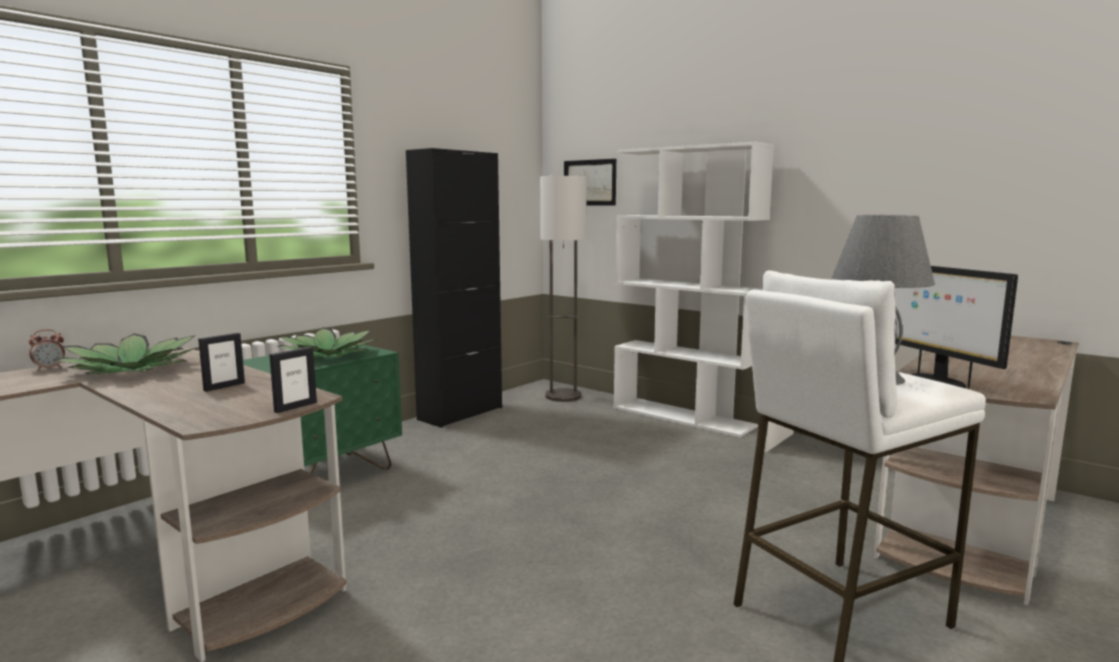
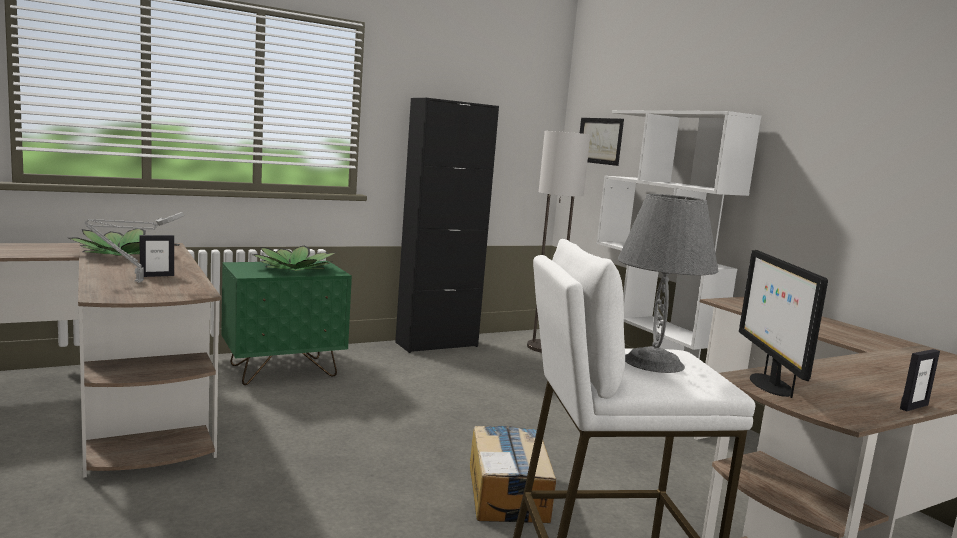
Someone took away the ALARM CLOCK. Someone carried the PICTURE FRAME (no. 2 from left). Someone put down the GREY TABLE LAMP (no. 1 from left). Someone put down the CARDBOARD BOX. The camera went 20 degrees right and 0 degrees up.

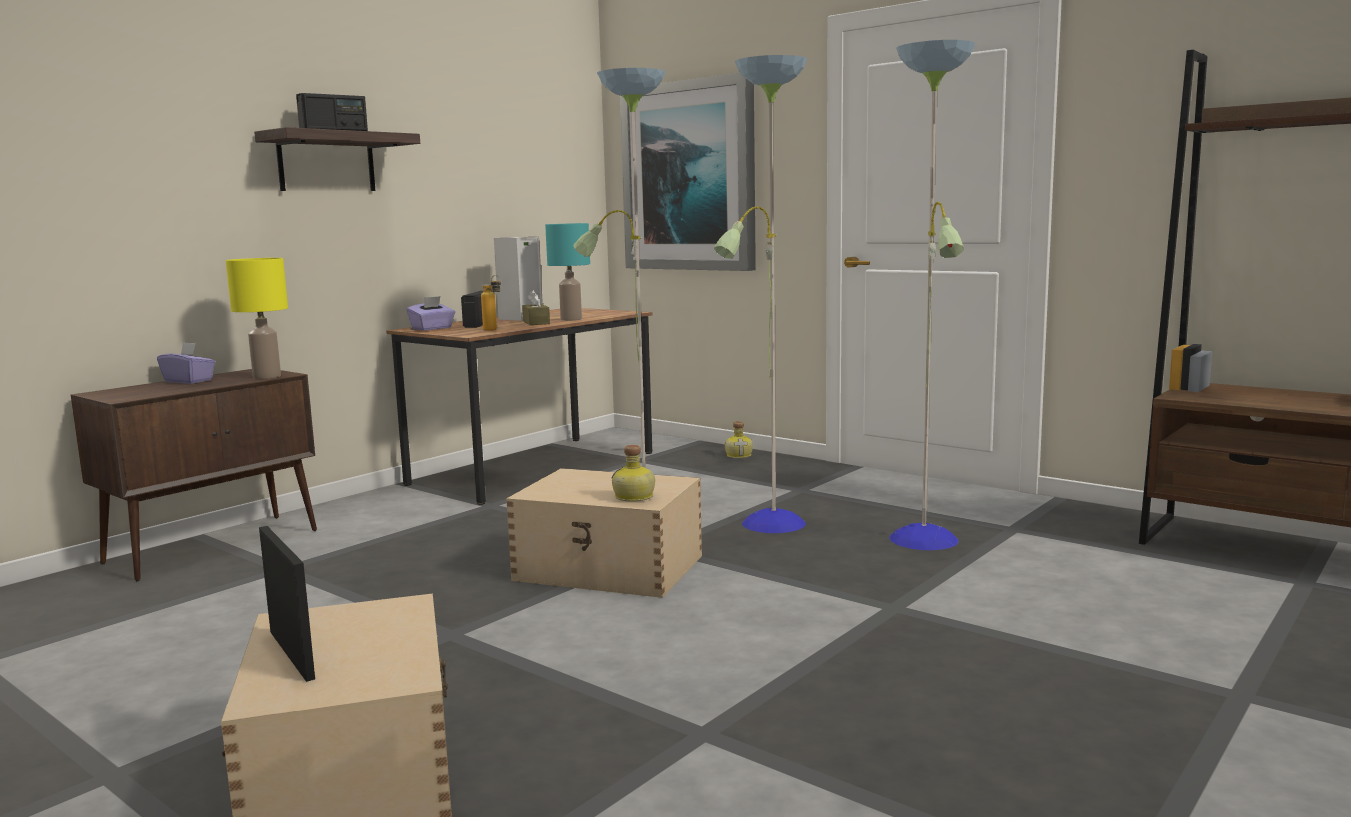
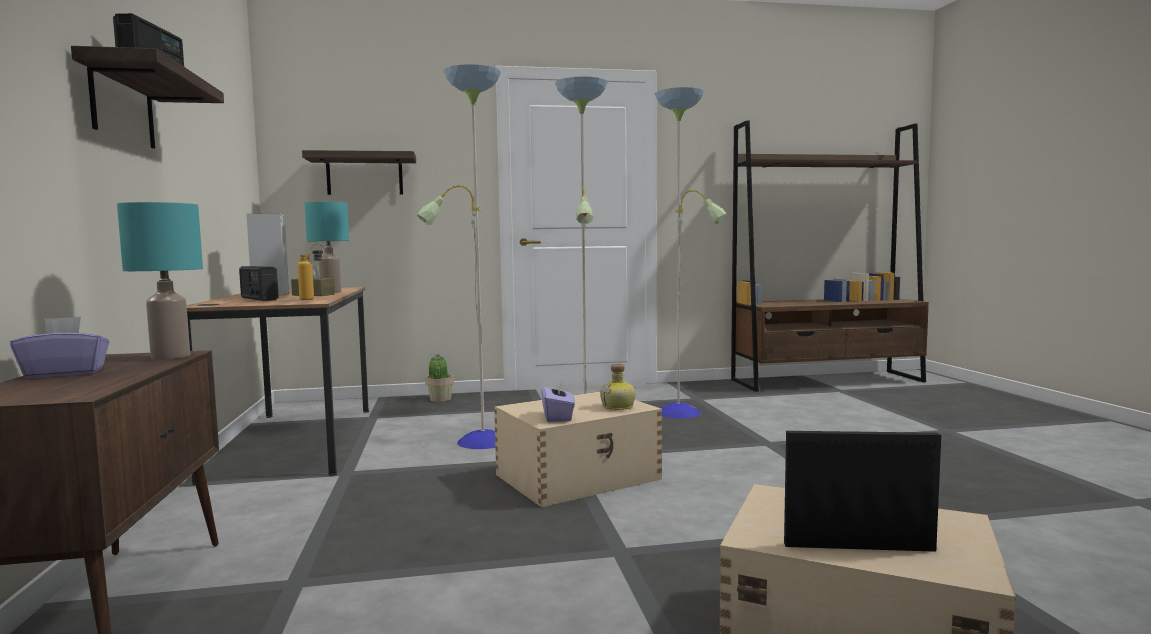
Someone repainted the YELLOW TABLE LAMP, which became the TURQUOISE TABLE LAMP (no. 1 from left). Someone carried the PURPLE TISSUE BOX (no. 2 from left). Someone swapped the PICTURE for the SHELF (no. 2 from left). Someone swapped the BOTTLE (no. 3 from left) for the POTTED PLANT. The camera went 50 degrees left and 5 degrees down.

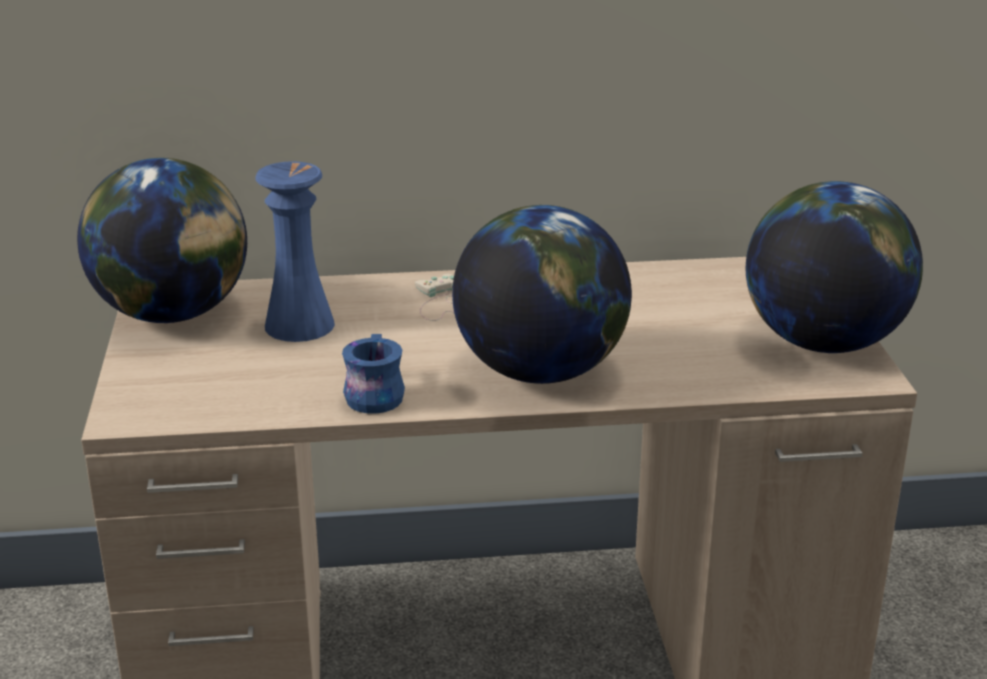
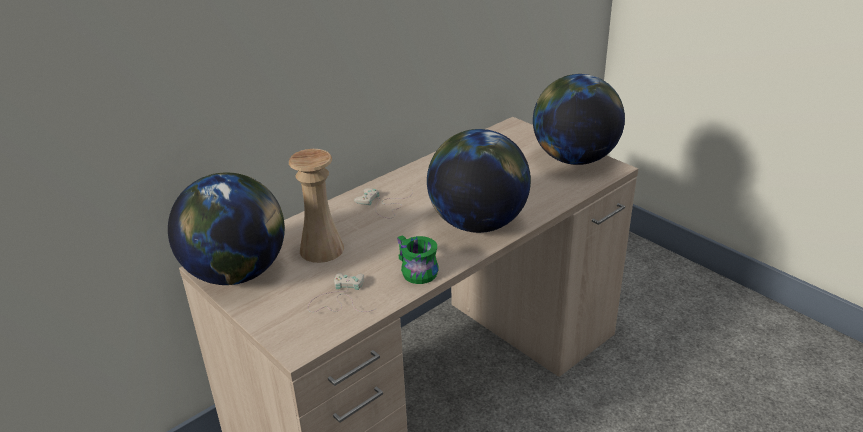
Someone repainted the BLUE VASE, which became the BEIGE VASE. Someone repainted the BLUE MUG, which became the GREEN MUG. Someone put down the WHITE GAME CONTROLLER (no. 1 from left). The camera went 35 degrees left and 5 degrees up.

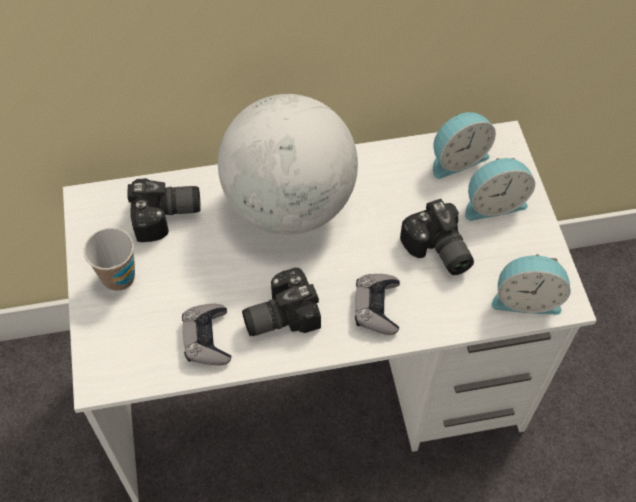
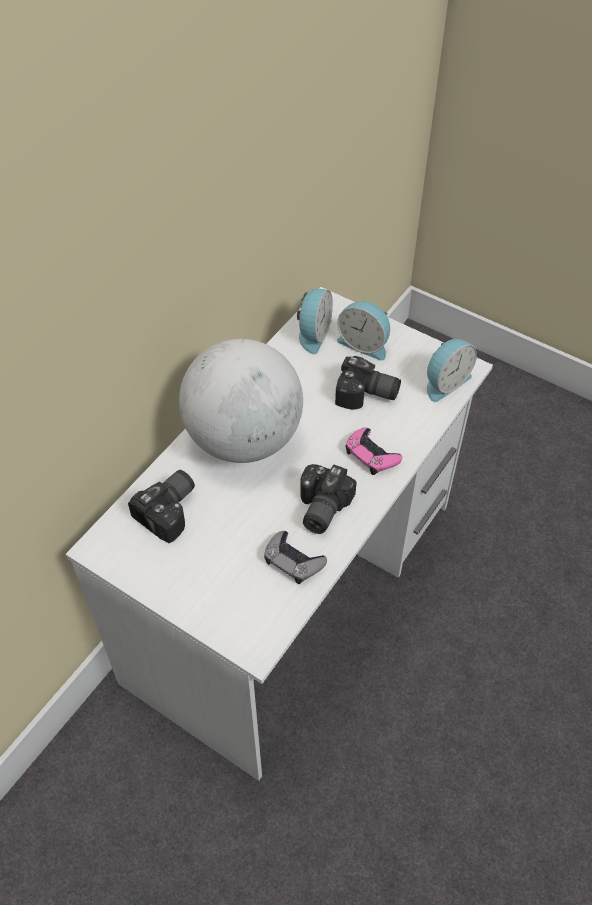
Someone took away the CUP. Someone repainted the GREY GAME CONTROLLER (no. 2 from left), which became the PINK GAME CONTROLLER. Someone rotated the ALARM CLOCK (no. 2 from left) by 90 degrees clockwise. The camera went 45 degrees left and 5 degrees down.

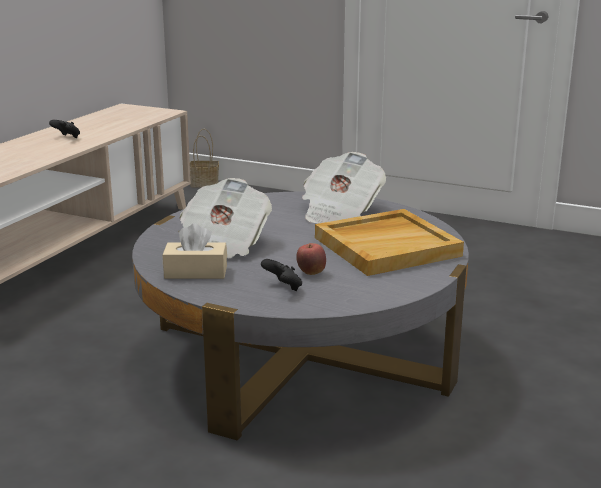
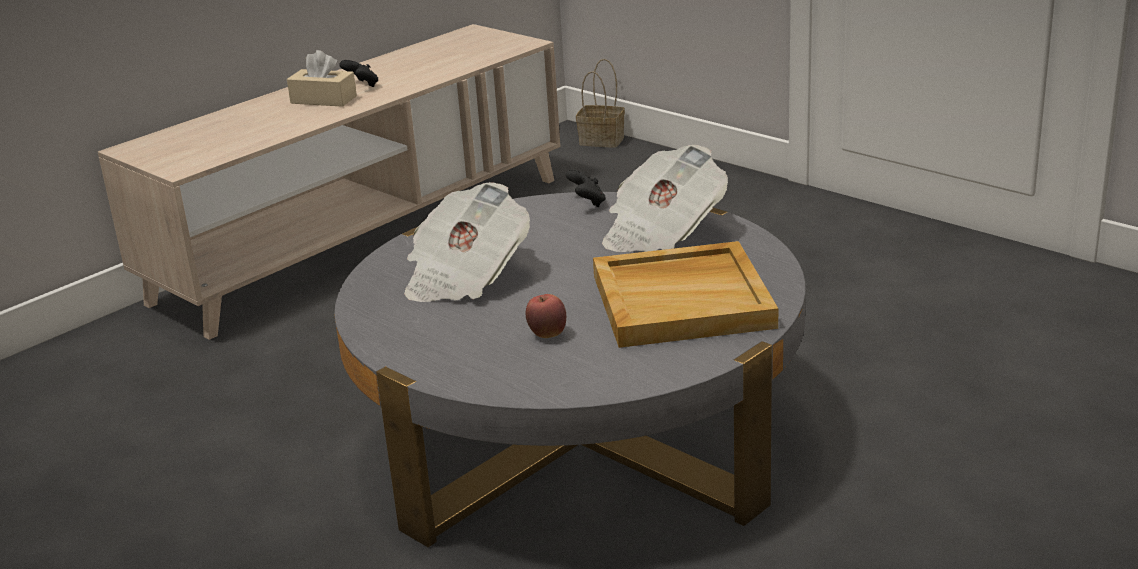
Someone carried the BEIGE TISSUE BOX. Someone carried the BLACK GAME CONTROLLER (no. 2 from left). The camera went 20 degrees right and 5 degrees up.

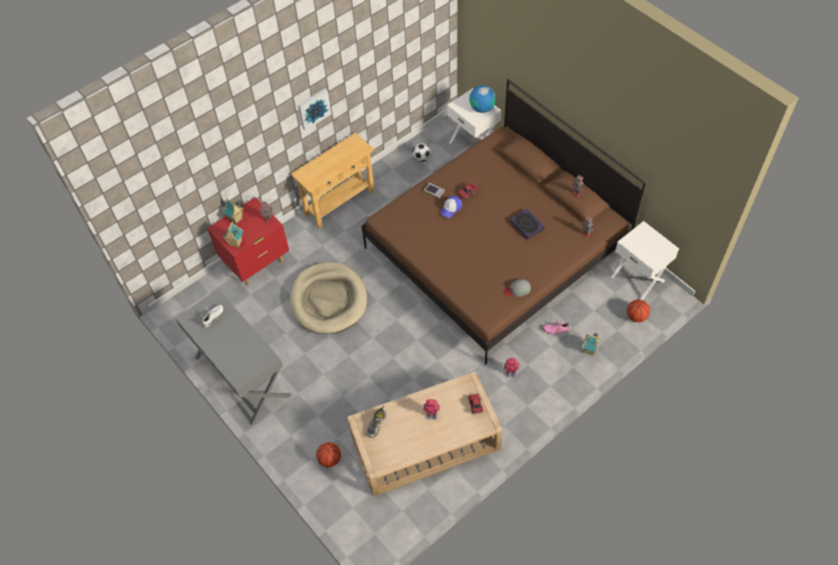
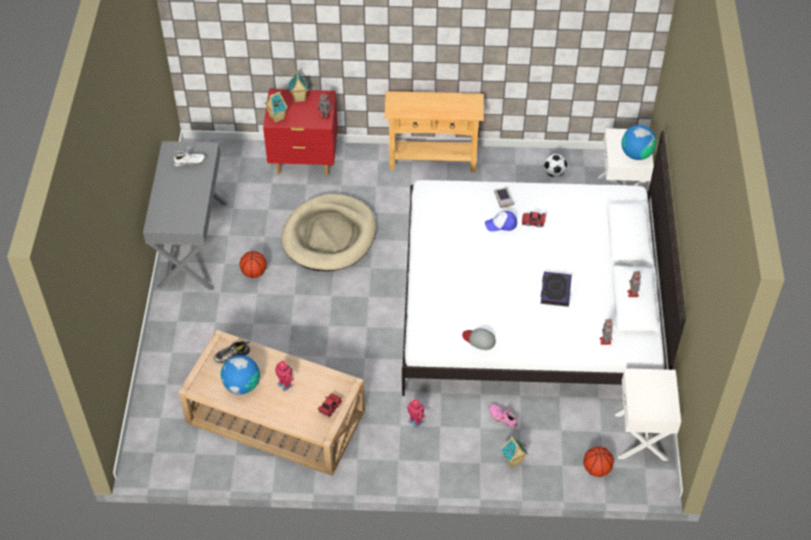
Someone took away the PICTURE. Someone carried the BASKETBALL (no. 1 from left). Someone repainted the BROWN BED, which became the WHITE BED. Someone put down the GLOBE (no. 1 from left). The camera went 40 degrees right and 5 degrees down.

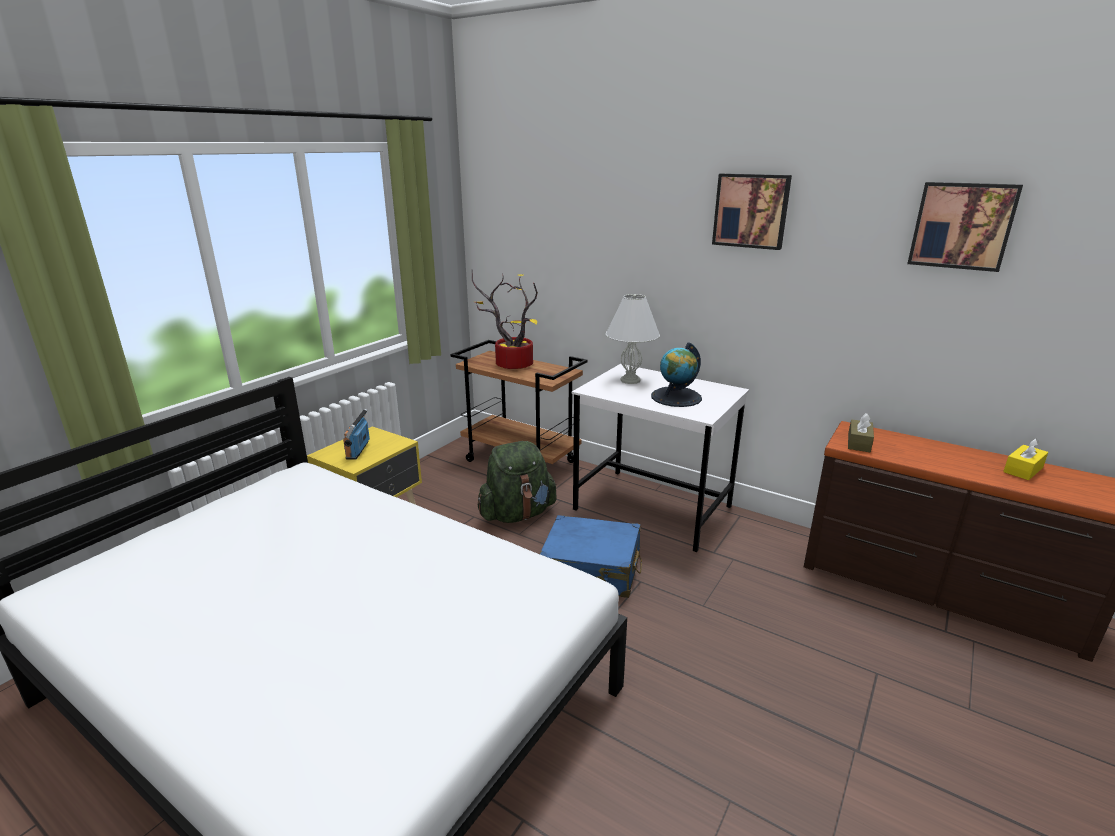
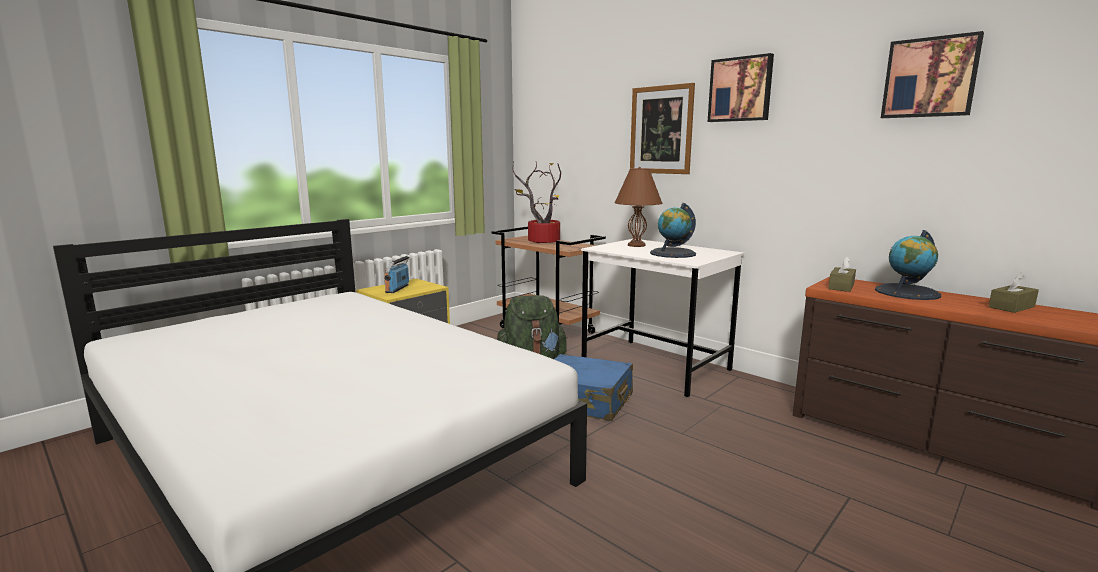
Someone repainted the WHITE TABLE LAMP, which became the BROWN TABLE LAMP. Someone repainted the YELLOW TISSUE BOX, which became the BROWN TISSUE BOX (no. 2 from left). Someone put up the PICTURE (no. 1 from left). Someone put down the GLOBE (no. 2 from left). The camera went 10 degrees right and 10 degrees down.

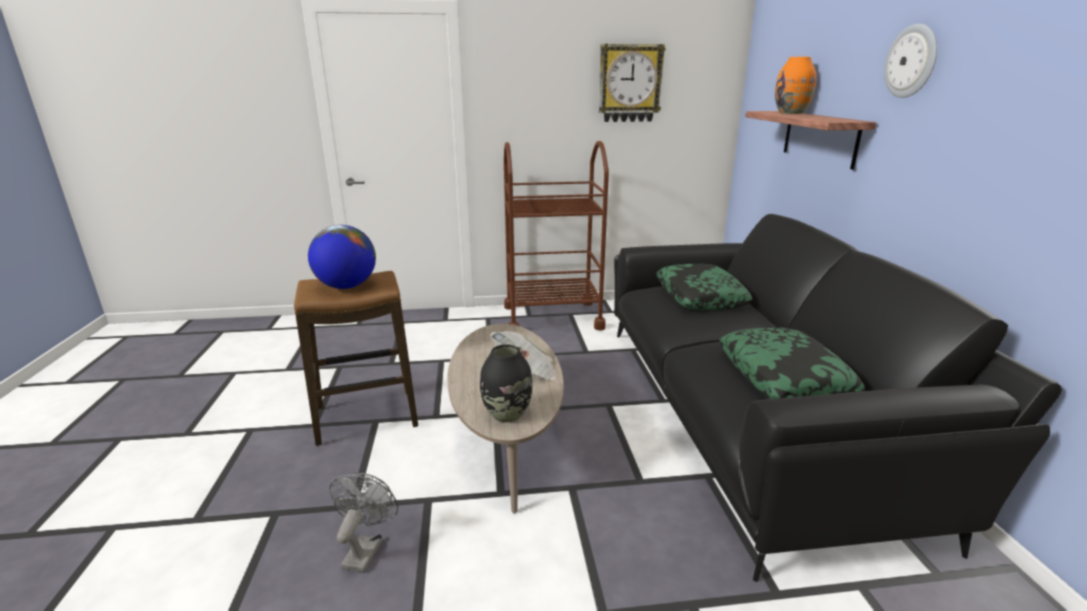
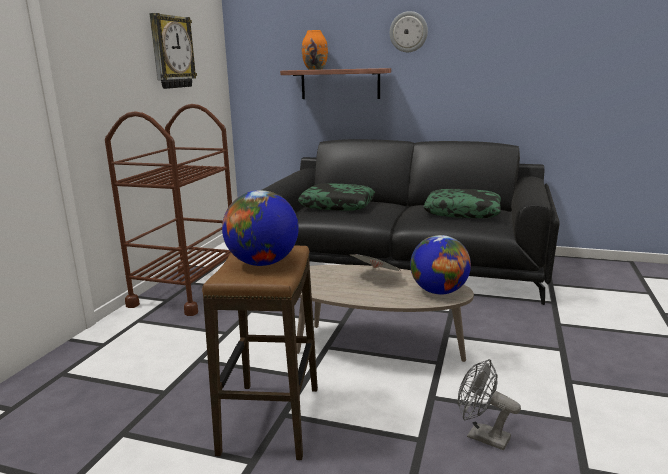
Someone swapped the BLACK VASE for the GLOBE (no. 2 from left). The camera went 65 degrees left and 5 degrees down.

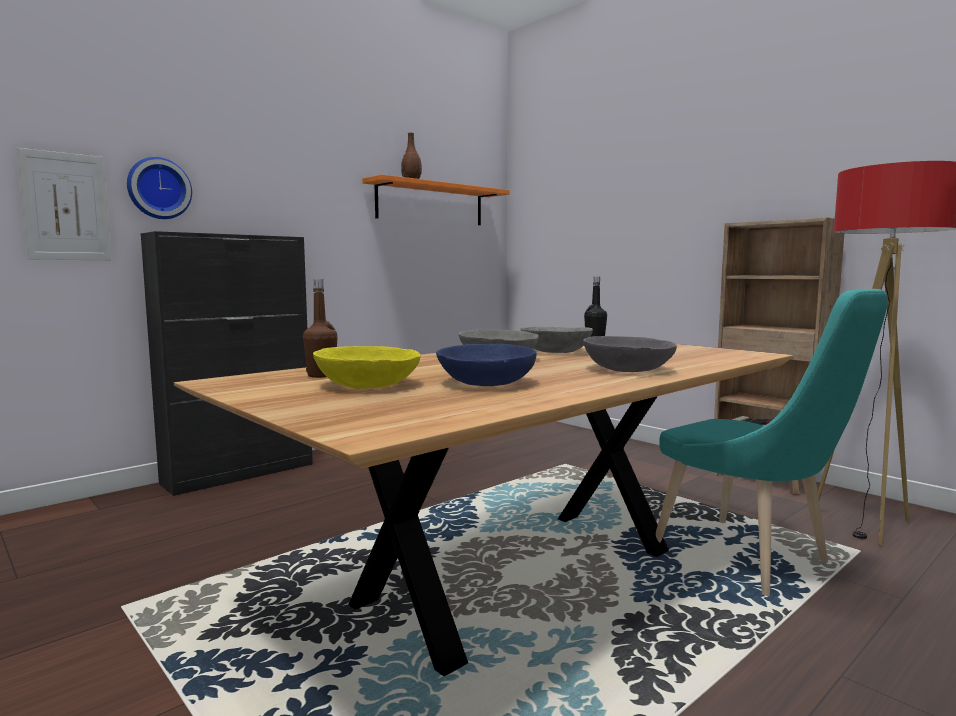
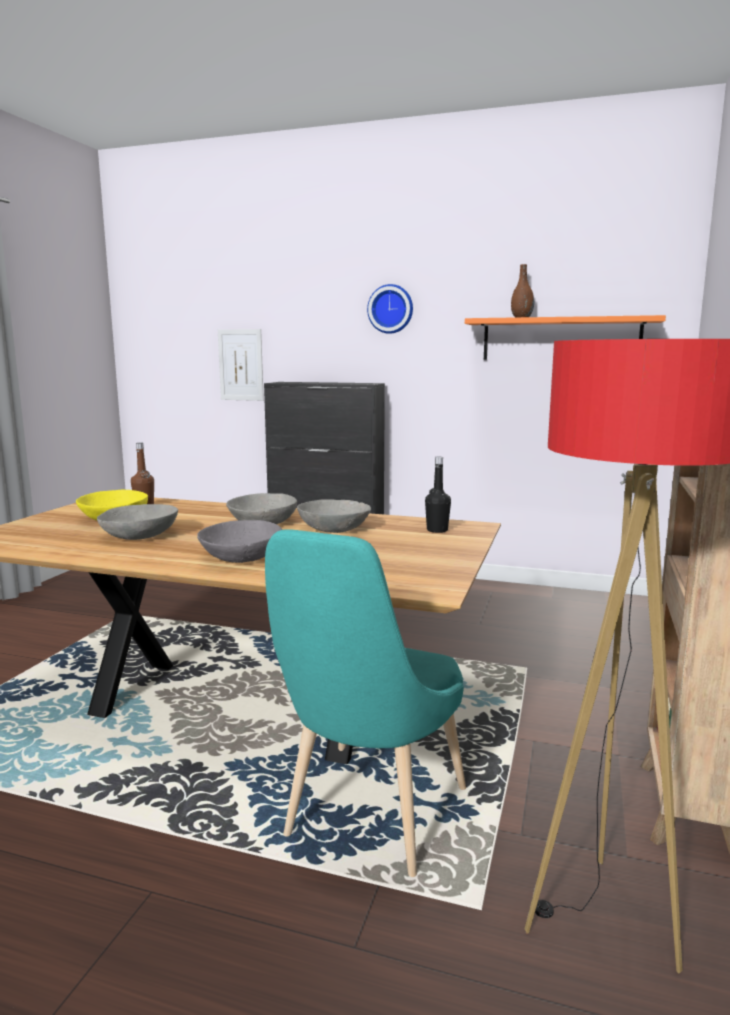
Someone carried the WALL CLOCK. Someone repainted the BLUE BOWL, which became the GREY BOWL (no. 1 from left). The camera went 60 degrees right and 5 degrees up.

